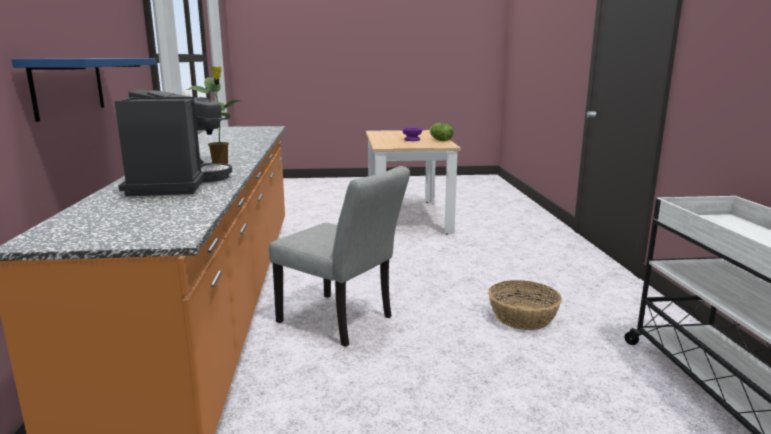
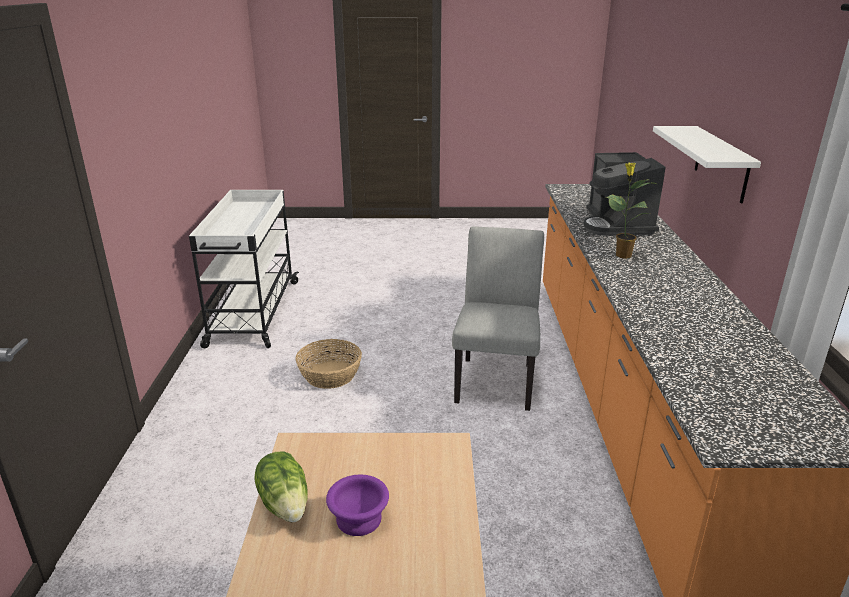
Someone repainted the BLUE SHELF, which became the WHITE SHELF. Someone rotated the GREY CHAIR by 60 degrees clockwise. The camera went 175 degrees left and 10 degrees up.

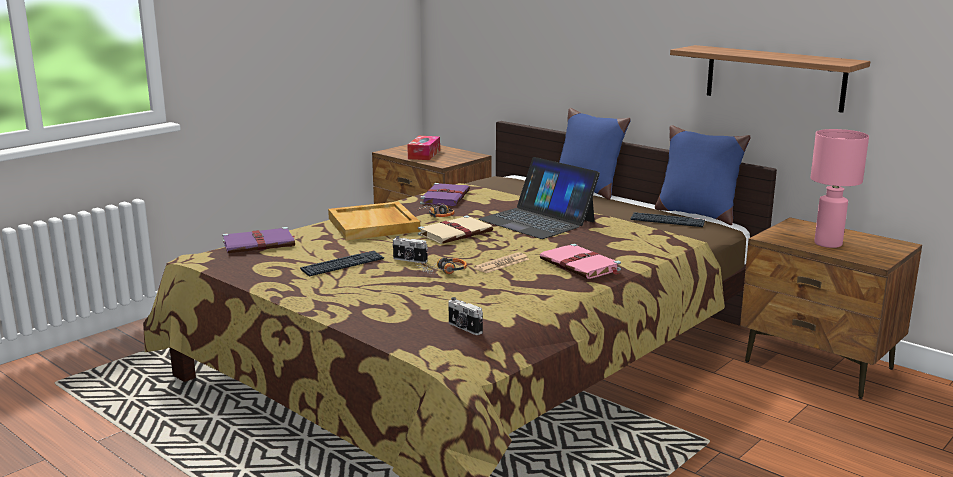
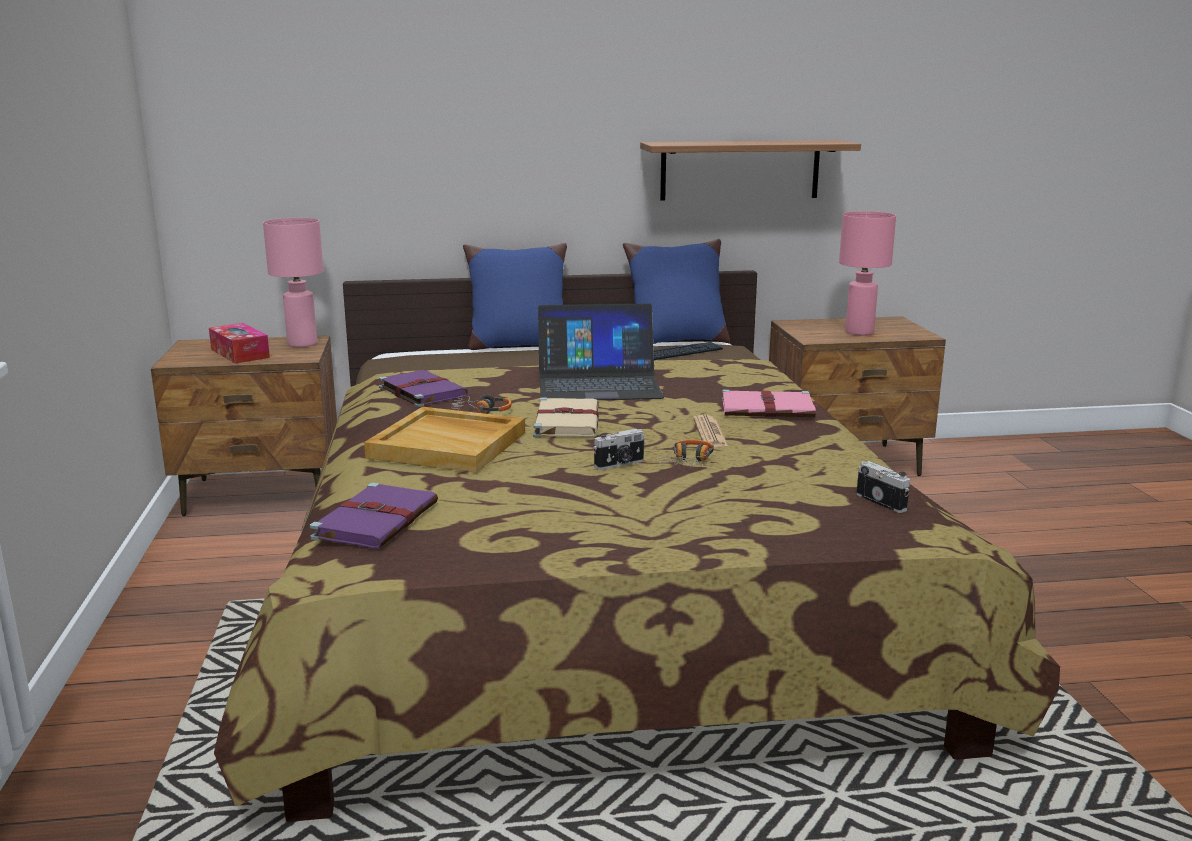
Someone took away the KEYBOARD (no. 1 from left). Someone rotated the PHOTO CAMERA (no. 2 from left) by 120 degrees counterclockwise. Someone put down the PINK TABLE LAMP (no. 1 from left). The camera went 50 degrees left and 0 degrees up.

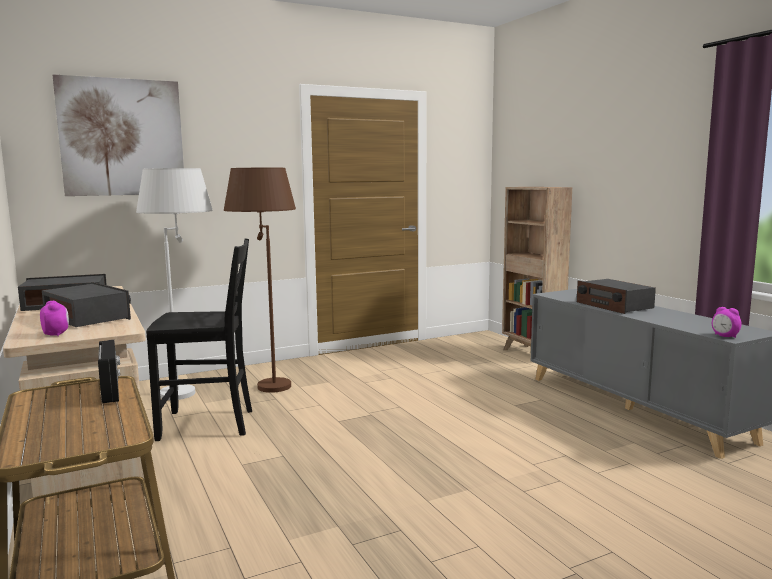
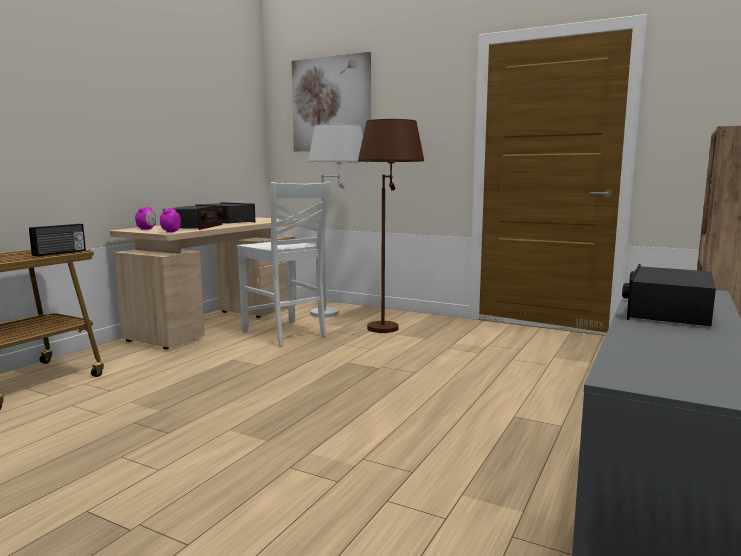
Someone repainted the BLACK CHAIR, which became the WHITE CHAIR. Someone carried the ALARM CLOCK (no. 2 from left). The camera went 55 degrees right and 0 degrees up.

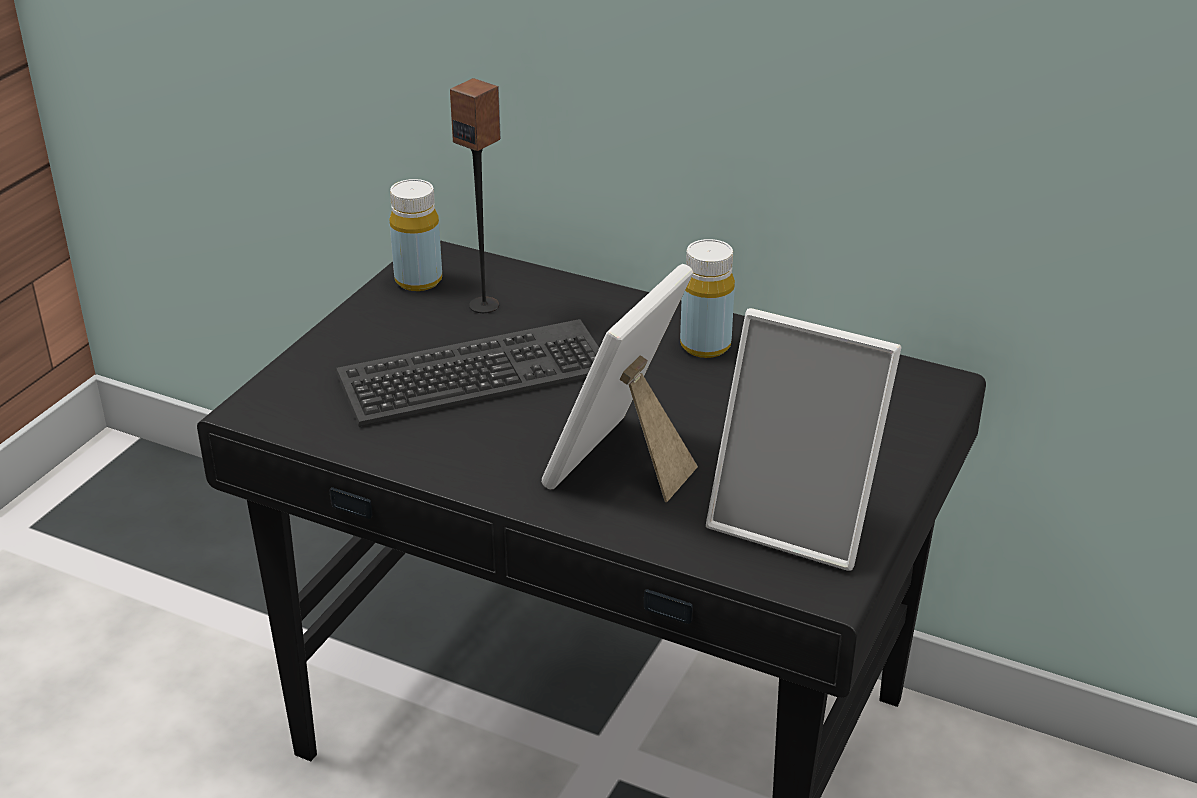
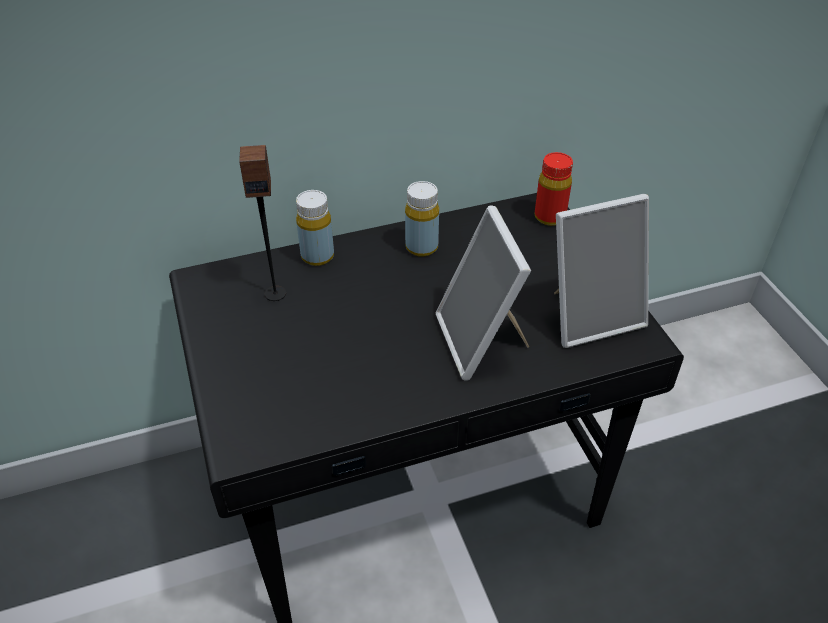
Someone took away the KEYBOARD. Someone carried the YELLOW BOTTLE (no. 1 from left). Someone put down the RED BOTTLE. The camera went 45 degrees left and 10 degrees up.

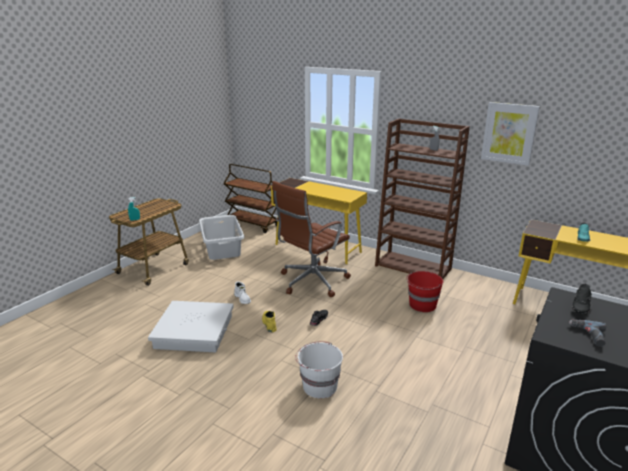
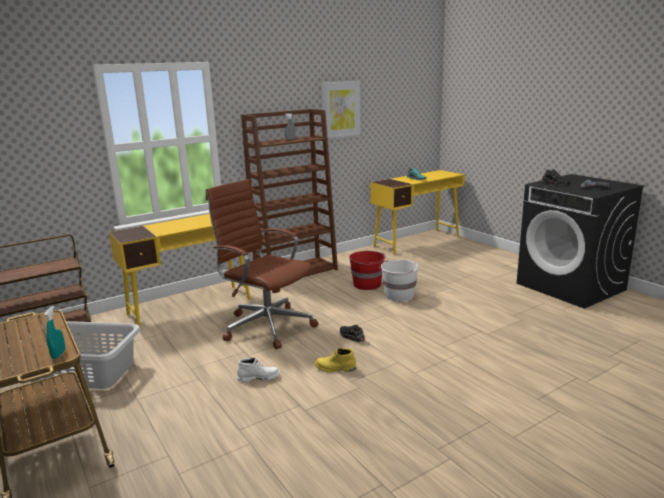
Someone took away the WHITE STORAGE BOX. Someone rotated the BROWN OFFICE CHAIR by 150 degrees clockwise. Someone carried the WHITE BUCKET. The camera went 65 degrees left and 5 degrees down.

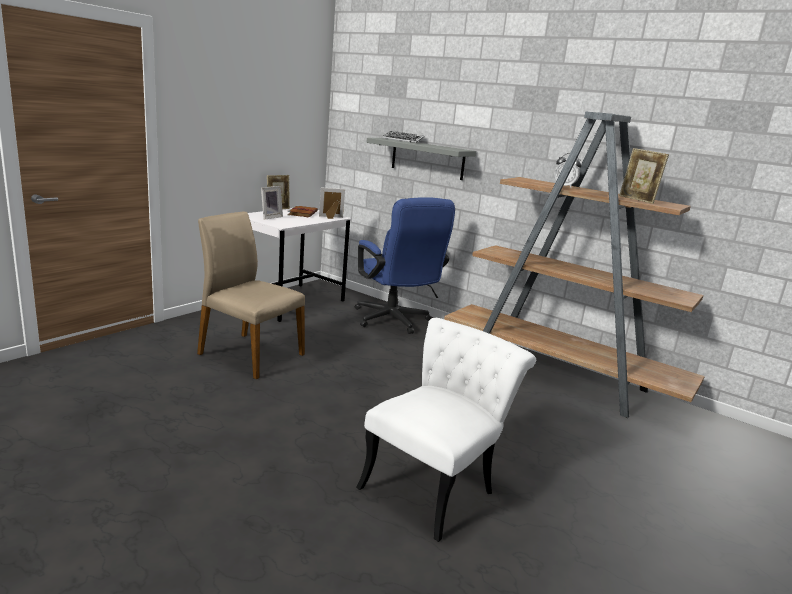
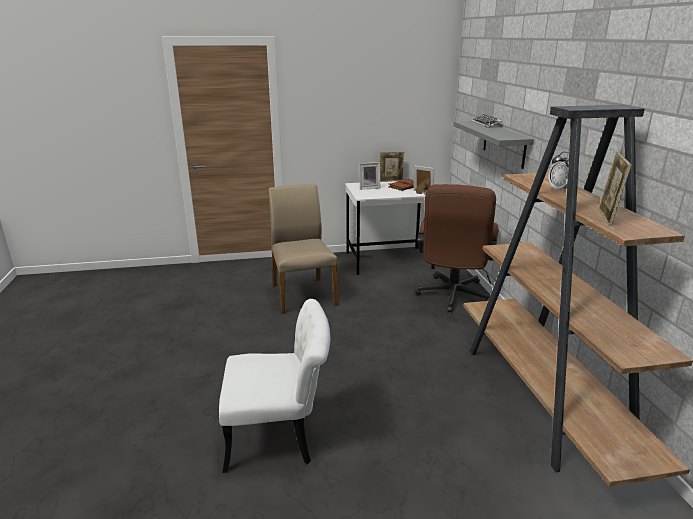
Someone repainted the BLUE OFFICE CHAIR, which became the BROWN OFFICE CHAIR. The camera went 45 degrees right and 5 degrees up.

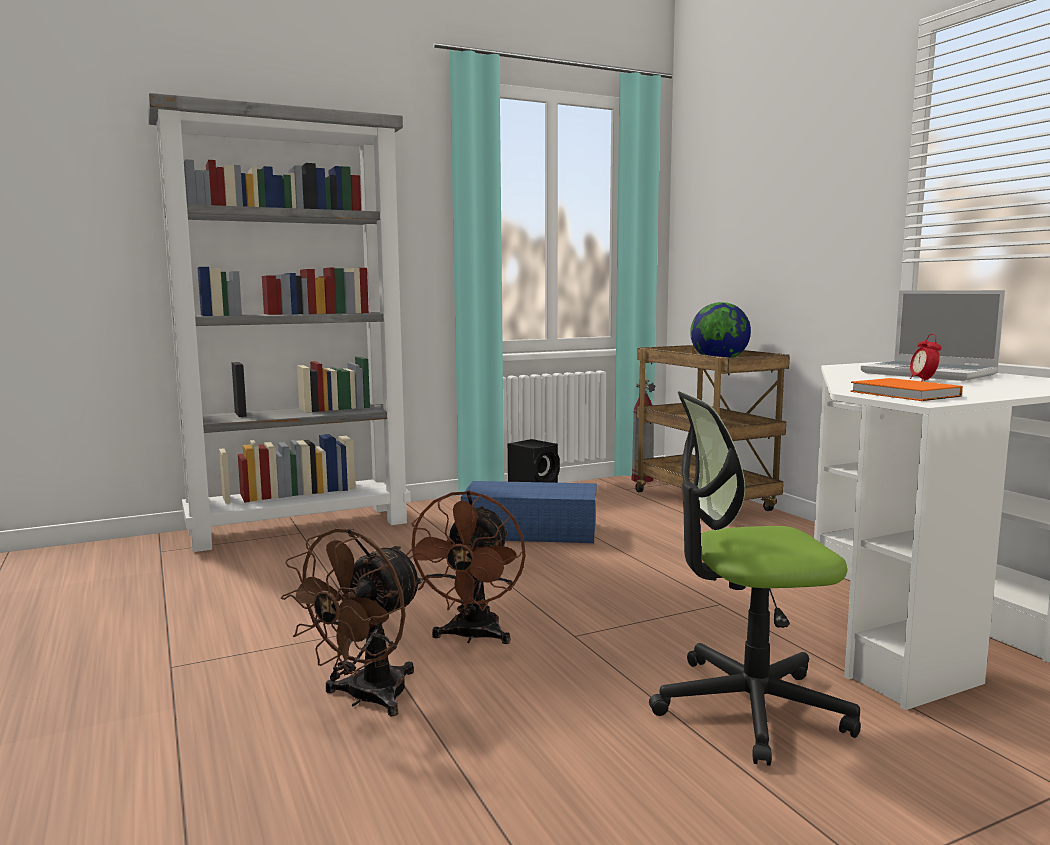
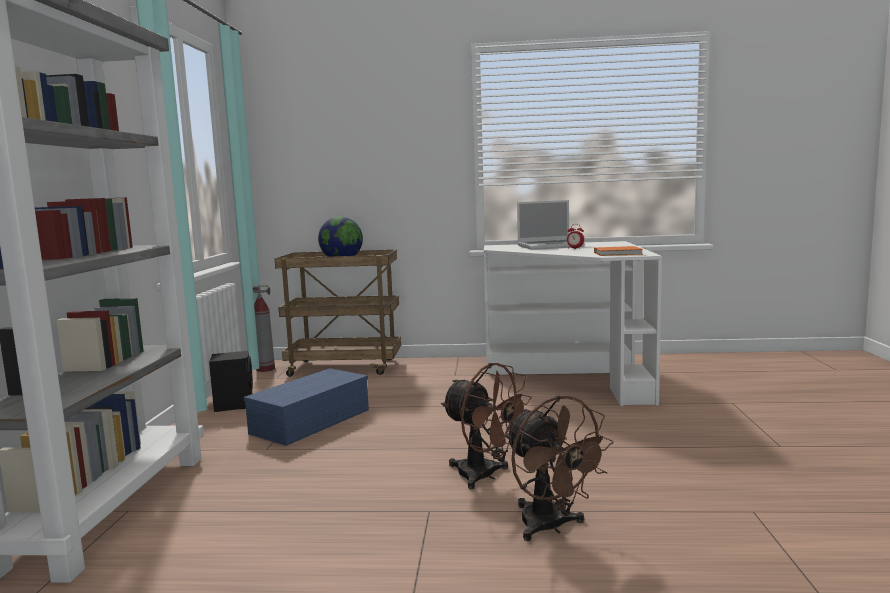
Someone took away the OFFICE CHAIR. The camera went 60 degrees left and 0 degrees up.

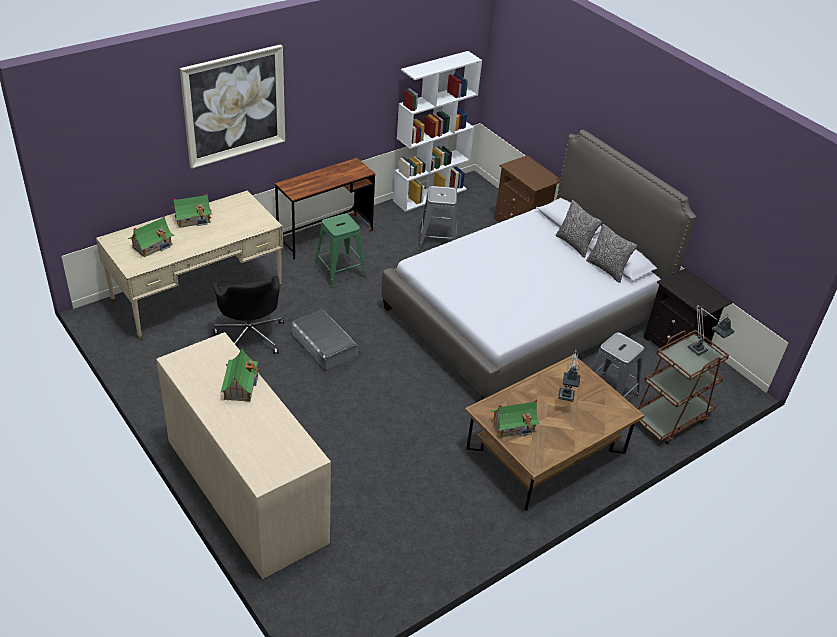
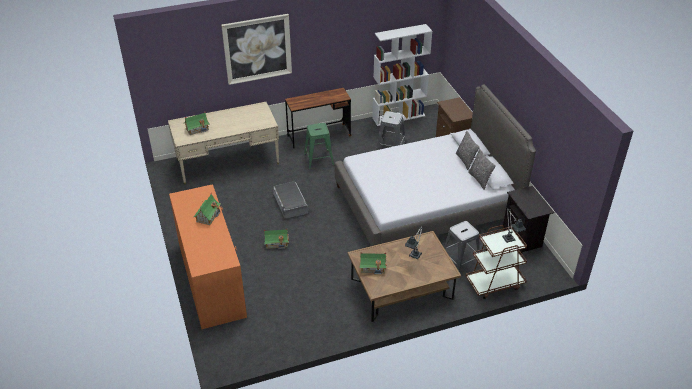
Someone repainted the BEIGE DRESSER, which became the ORANGE DRESSER. Someone carried the TOY HOUSE (no. 2 from left in the first image). Someone took away the BLACK OFFICE CHAIR. The camera went 20 degrees right and 0 degrees up.

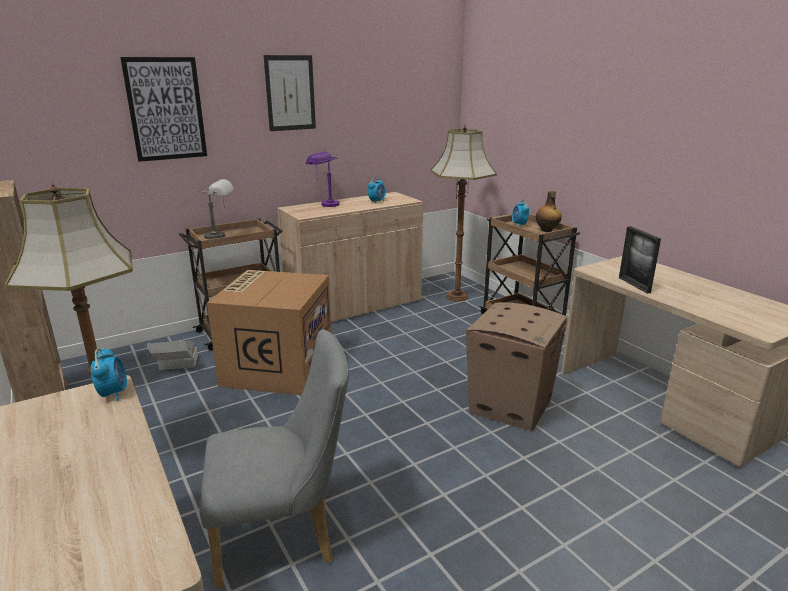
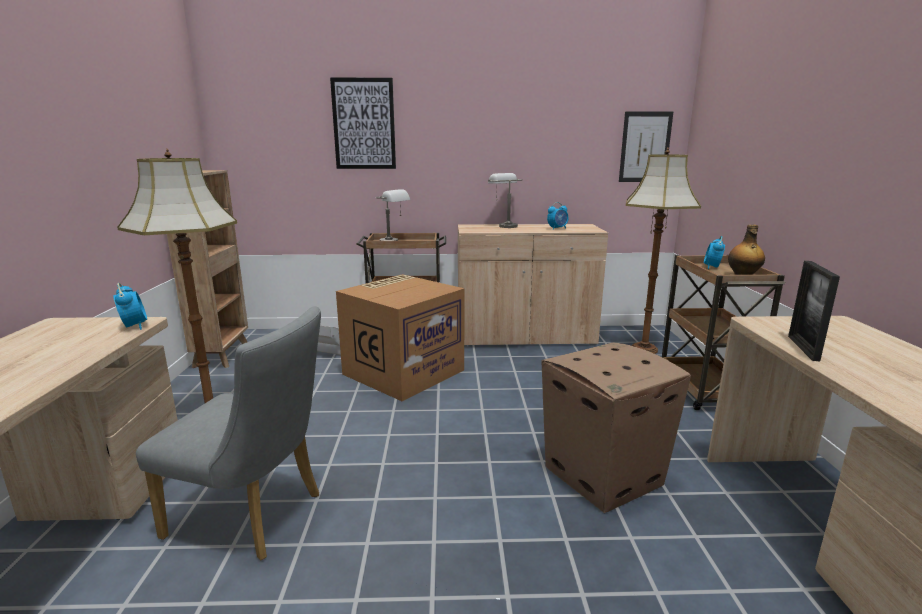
Someone rotated the ALARM CLOCK (no. 1 from left) by 45 degrees counterclockwise. Someone carried the PICTURE (no. 2 from left). Someone repainted the PURPLE TABLE LAMP, which became the GREY TABLE LAMP (no. 2 from left). The camera went 30 degrees right and 5 degrees down.

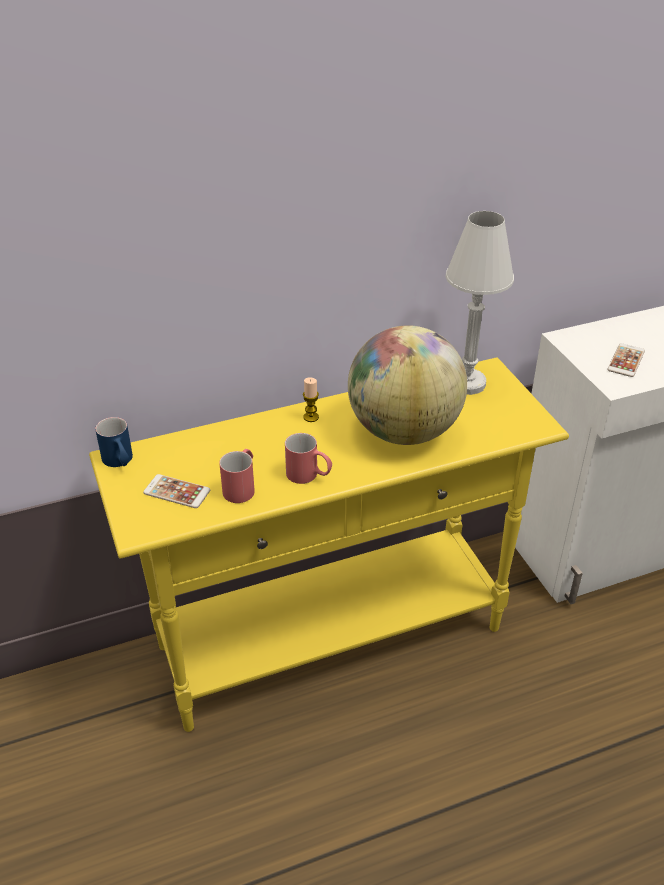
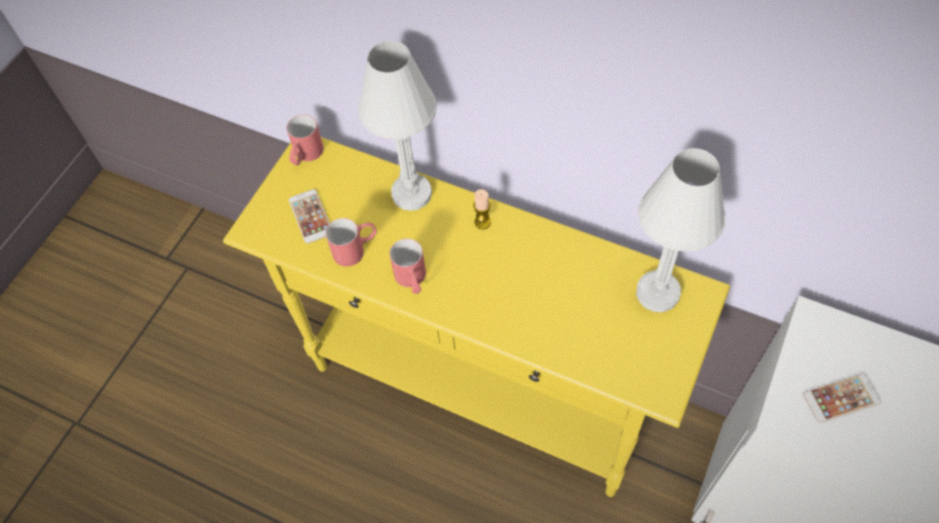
Someone repainted the BLUE MUG, which became the RED MUG (no. 1 from left). Someone took away the GLOBE. Someone put down the WHITE TABLE LAMP (no. 1 from left). The camera went 50 degrees right and 20 degrees up.

